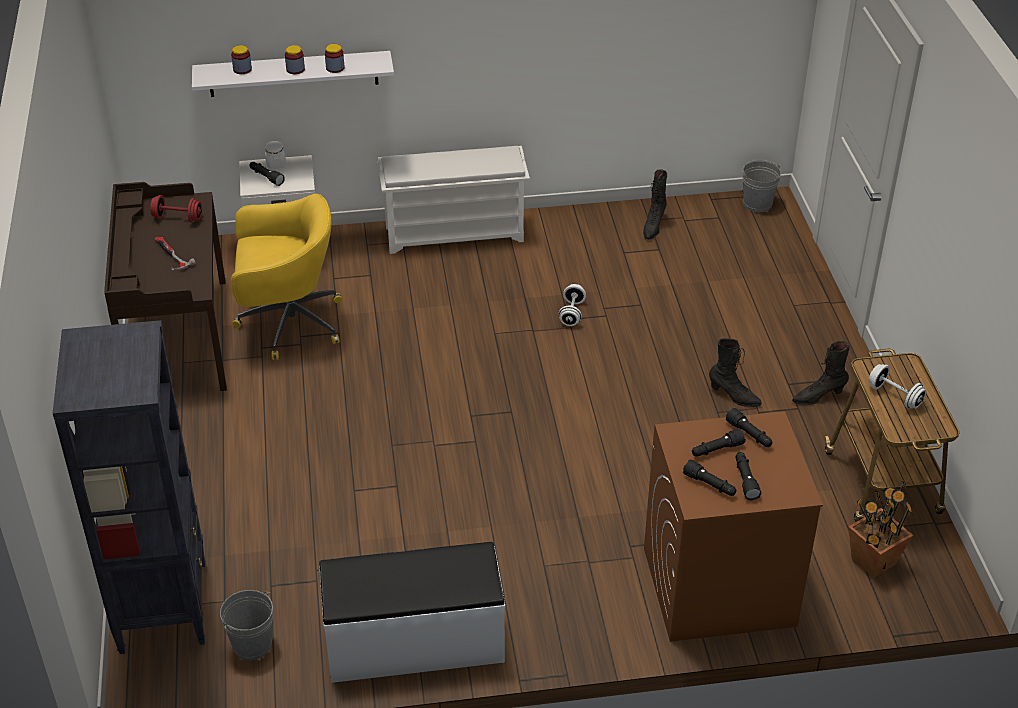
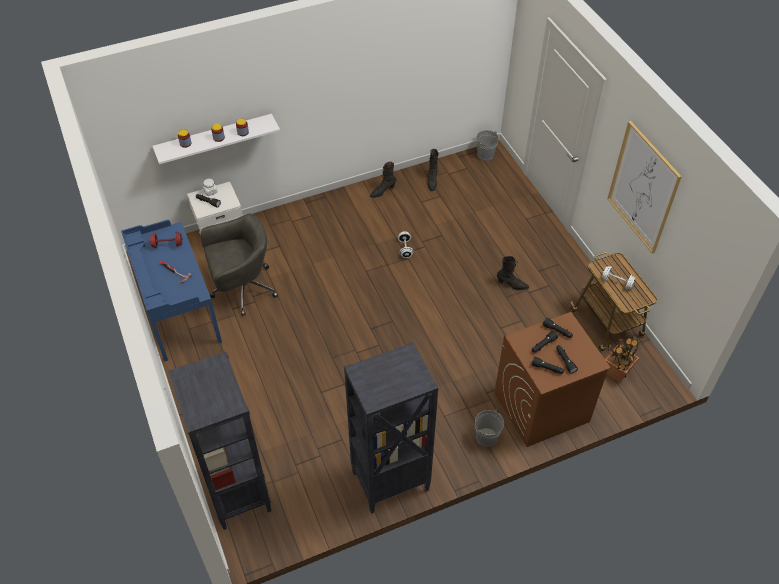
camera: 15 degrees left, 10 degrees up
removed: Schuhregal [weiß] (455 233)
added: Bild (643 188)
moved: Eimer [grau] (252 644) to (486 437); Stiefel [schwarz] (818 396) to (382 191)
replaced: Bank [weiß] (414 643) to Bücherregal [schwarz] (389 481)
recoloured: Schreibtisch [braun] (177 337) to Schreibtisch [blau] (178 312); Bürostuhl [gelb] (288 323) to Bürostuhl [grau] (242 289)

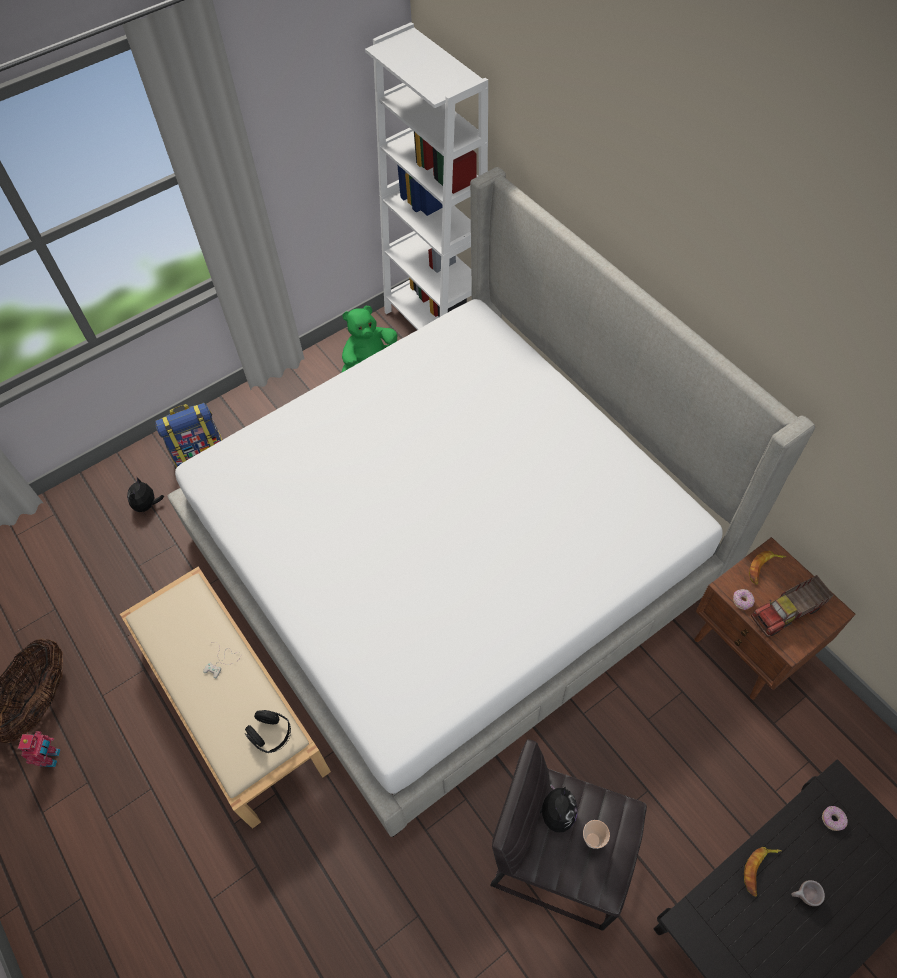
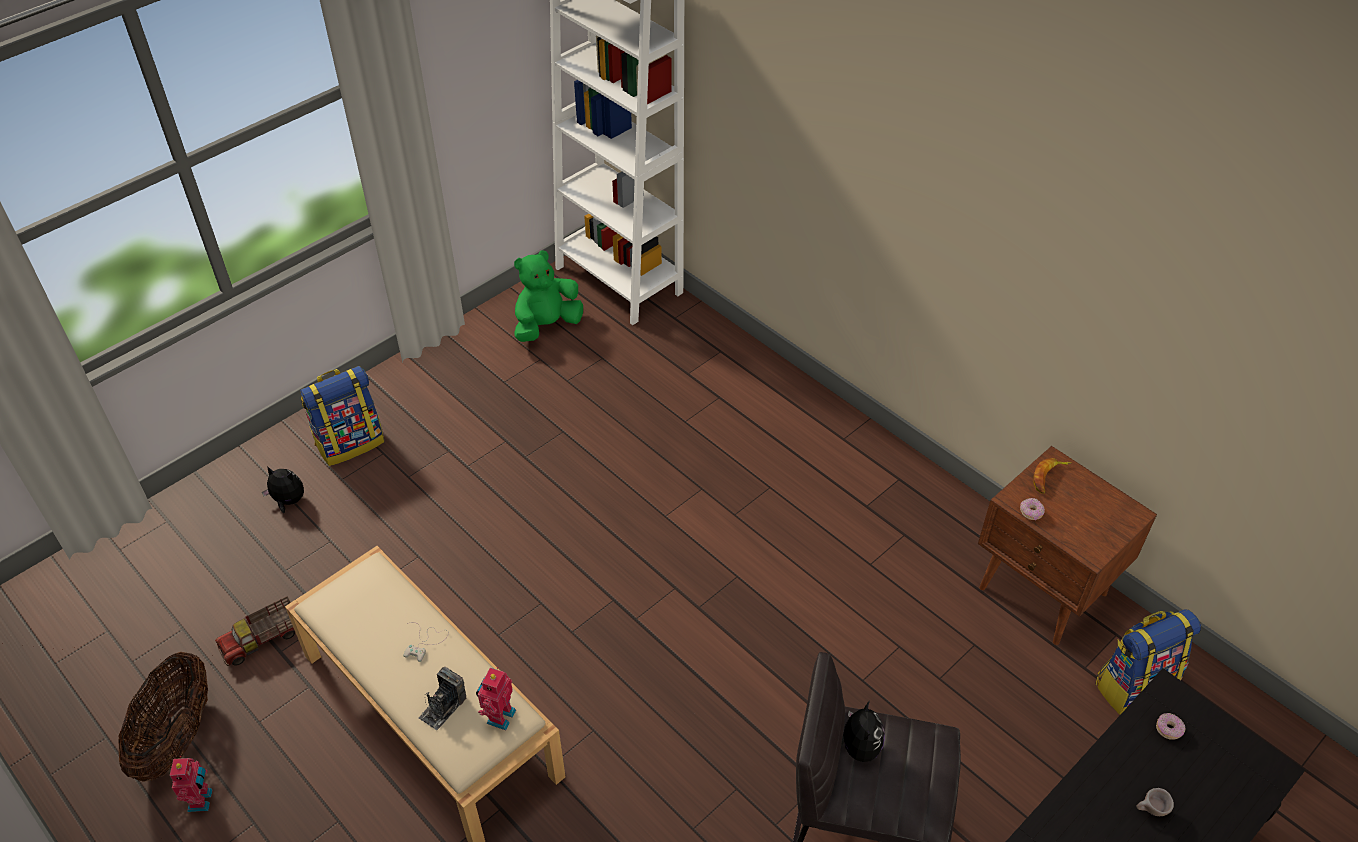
camera: 10 degrees left, 10 degrees down
removed: Bett (452 557); Tasse (592 840); Banane (759 870)
added: Kamera (443 707); Rucksack (1134 684)
moved: Spielzeuglaster (787 613) to (262 640)
replaced: Kopfhörer [schwarz] (271 734) to Spielzeugroboter (499 716)
turned: Plüschtier (147 505) = (288 501) 105 degrees clockwise

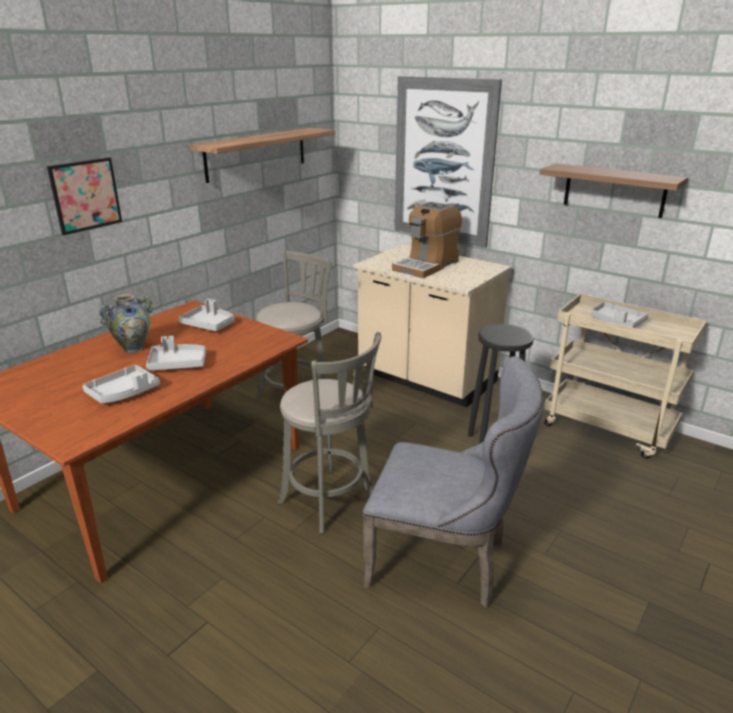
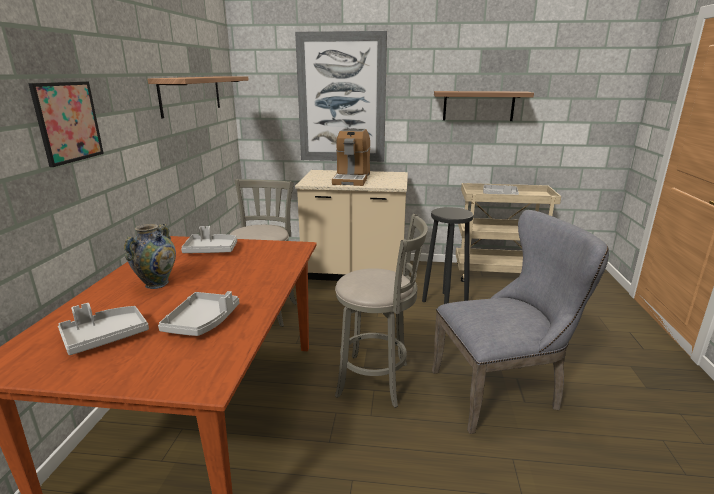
camera: 30 degrees left, 5 degrees down
moved: Tablett [grau] (177 364) to (105 337)

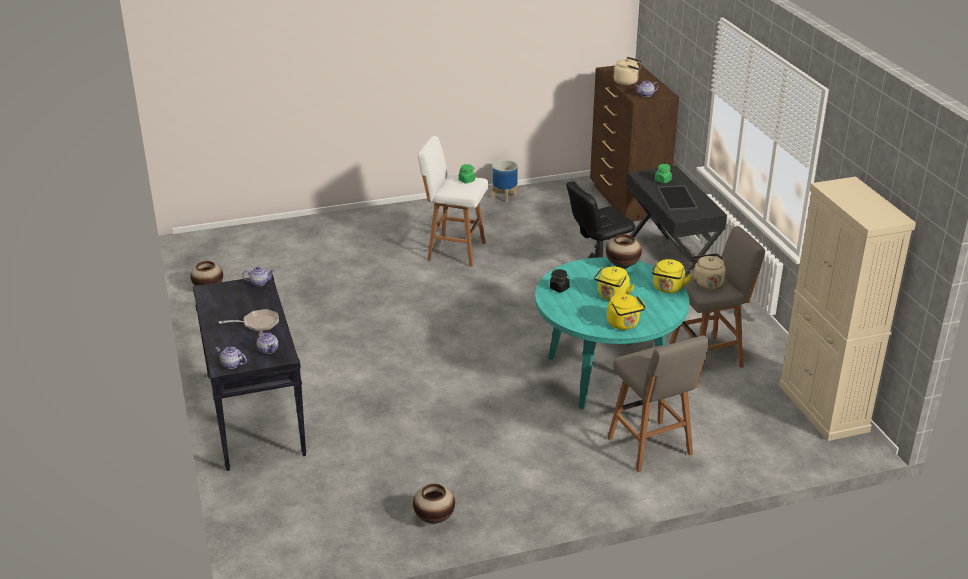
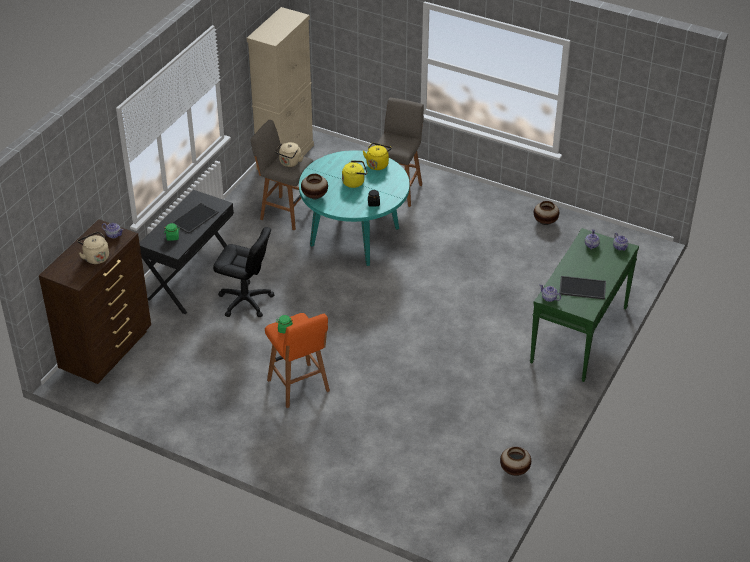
camera: 135 degrees left, 10 degrees up
removed: Pfanne (257 324); Pflanzkübel (504 196); Wasserkessel [gelb] (668 289)
added: Tablett (582 288)
recoloured: Konsolentisch [schwarz] (254 414) to Konsolentisch [grün] (579 335); Hocker [weiß] (454 251) to Hocker [orange] (299 387)

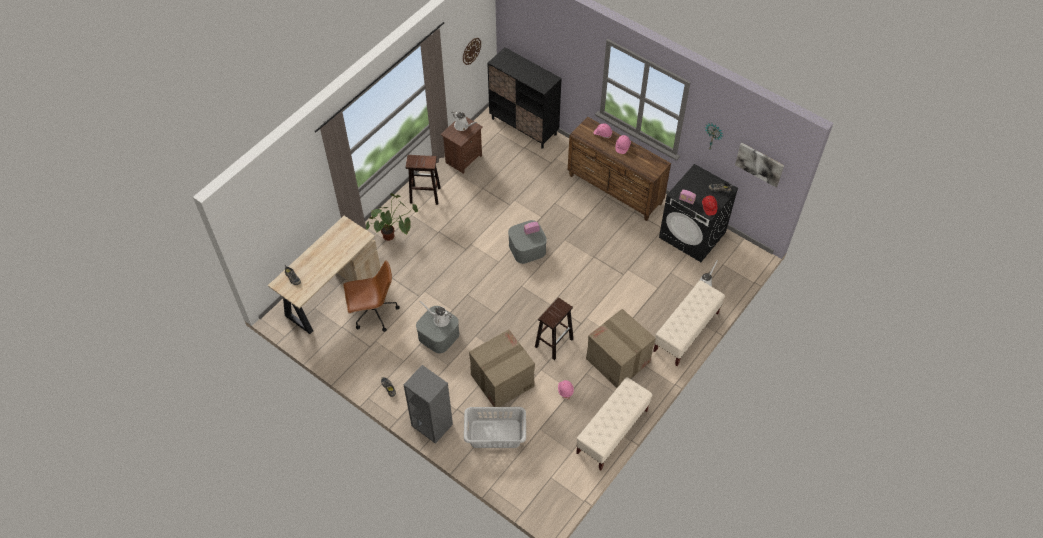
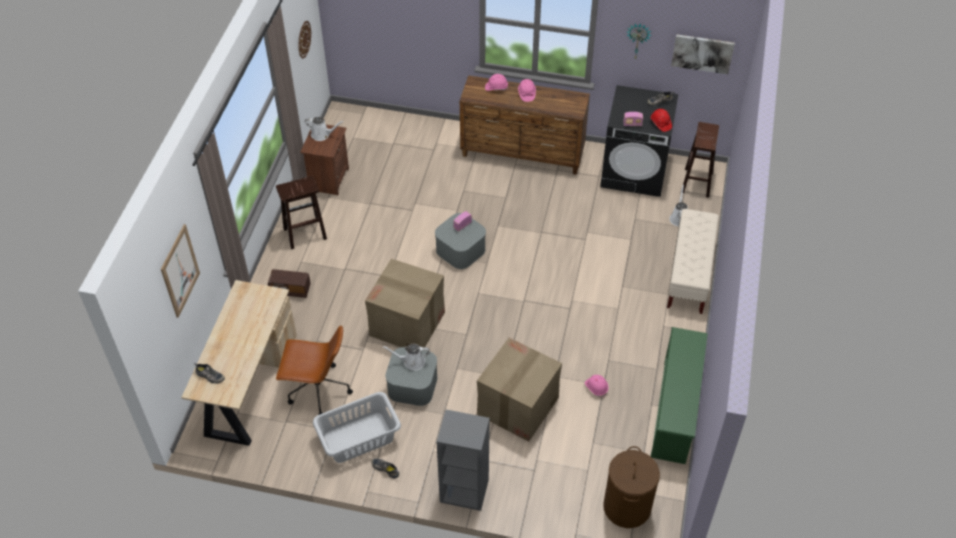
camera: 25 degrees left, 5 degrees down
removed: Schrank [schwarz] (524 126)
added: Bild (180 271); Wäschekorb [braun] (626 506)
moved: Wäschekorb [grau] (495 434) to (359 438); Hocker [braun] (554 342) to (696 182); Karton (618 360) to (408 324)
replaced: Topfpflanze (393 233) to Radio (290 290); Bank [beige] (612 432) to Schuhregal [grün] (675 412)
turned: Bürostuhl [braun] (373 313) = (317 390) 45 degrees clockwise

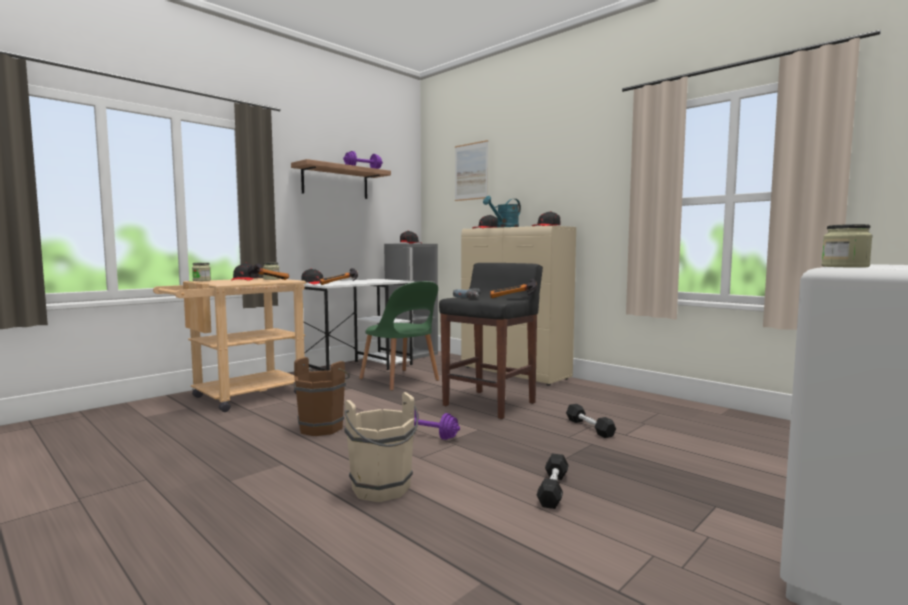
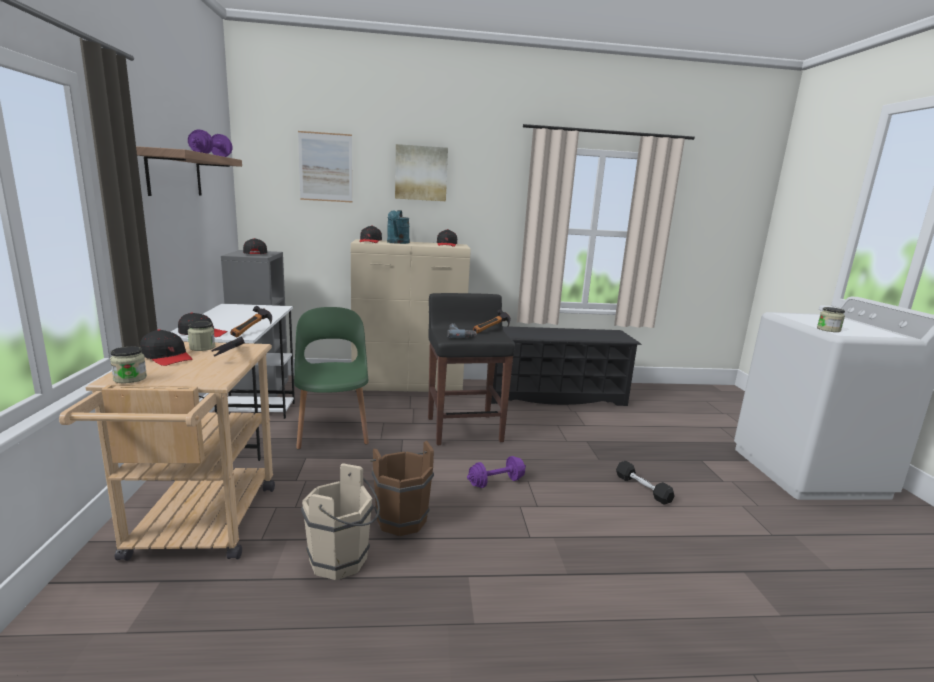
camera: 50 degrees left, 10 degrees up
removed: Hantel [schwarz] (589 428)
added: Bild (421 173); Schuhregal [schwarz] (554 396)
moved: Eimer [beige] (382 490) to (343 561)
turned: Stuhl [grün] (400 380) = (333 428) 105 degrees counterclockwise

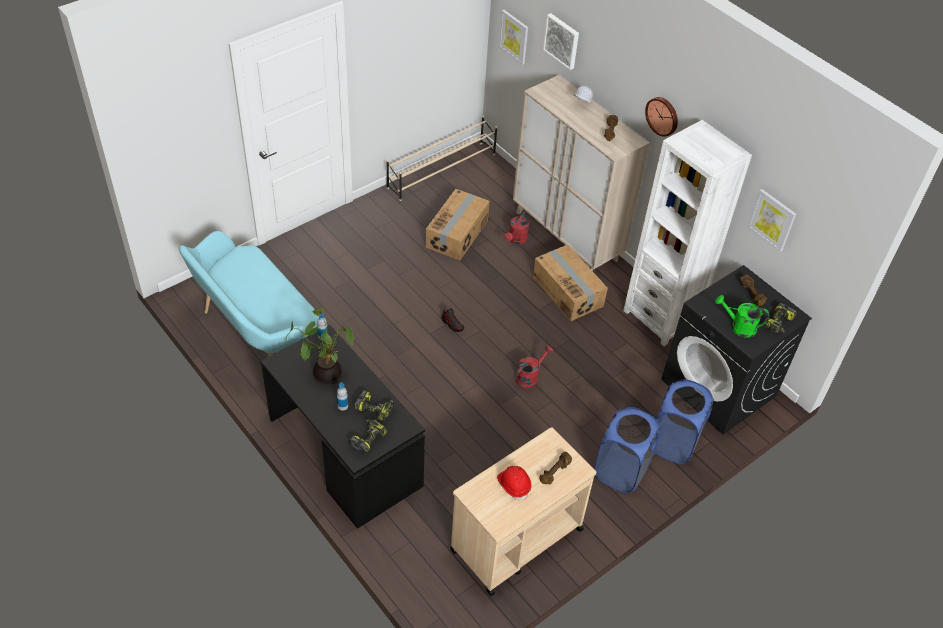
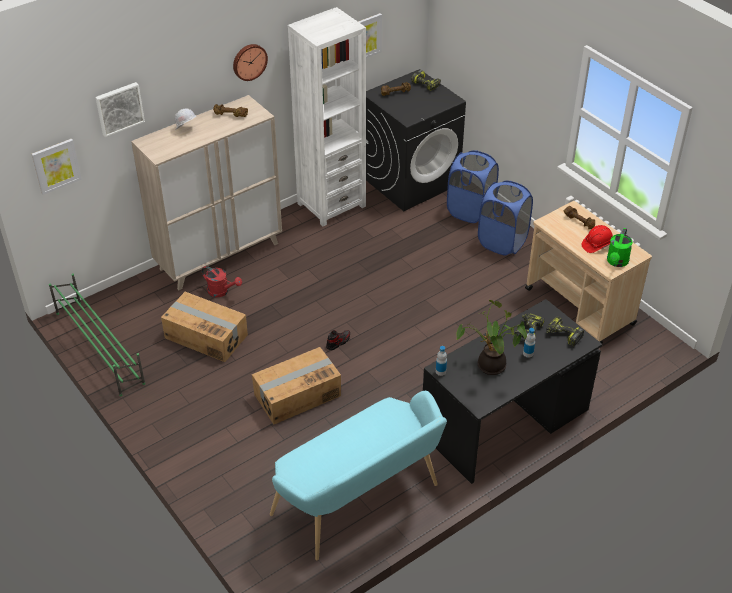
camera: 85 degrees left, 5 degrees down
removed: Gießkanne [rot] (529 377)
moved: Karton (568 291) to (297 395); Gießkanne [grün] (738 327) to (616 262)
recoloured: Schuhregal [beige] (442 171) to Schuhregal [grün] (99 347)

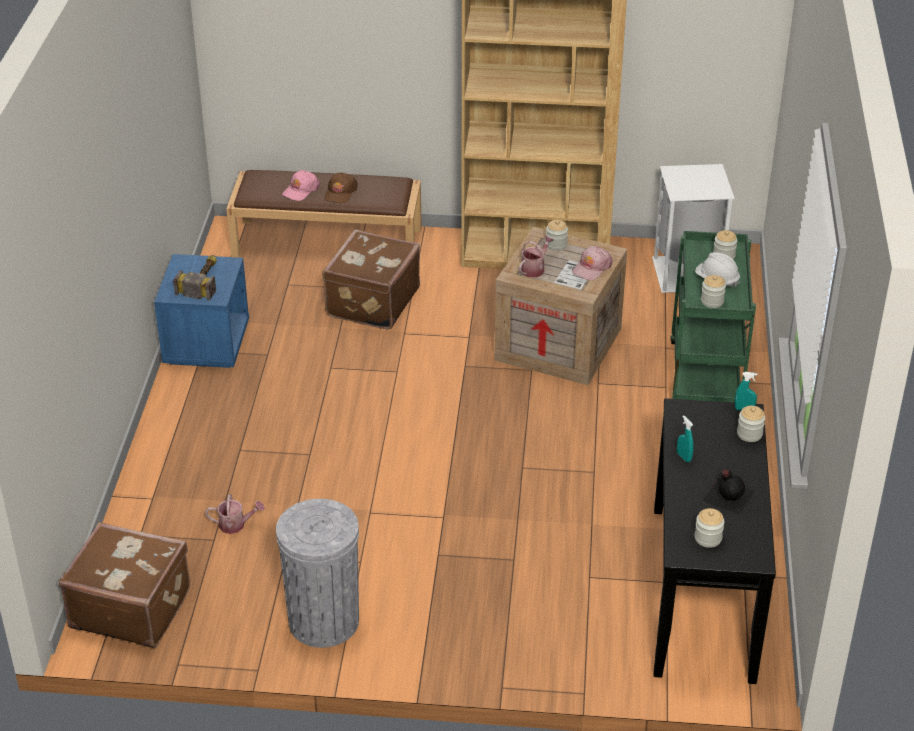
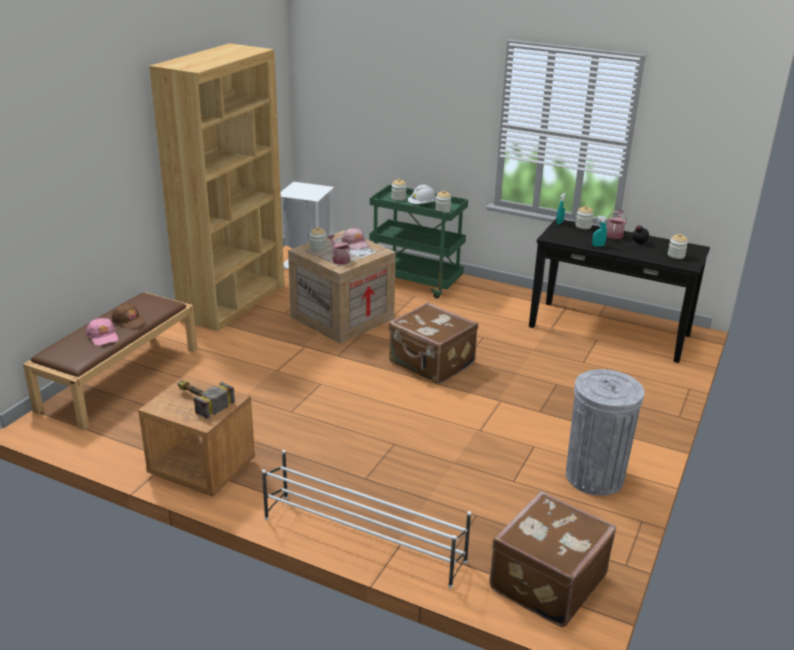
camera: 70 degrees left, 10 degrees down
added: Schuhregal [weiß] (362 539)
moved: Gießkanne (236 525) to (614 234); Koffer [braun] (371 302) to (431 364)
recoloured: Nachttisch [blau] (206 344) to Nachttisch [braun] (201 468)

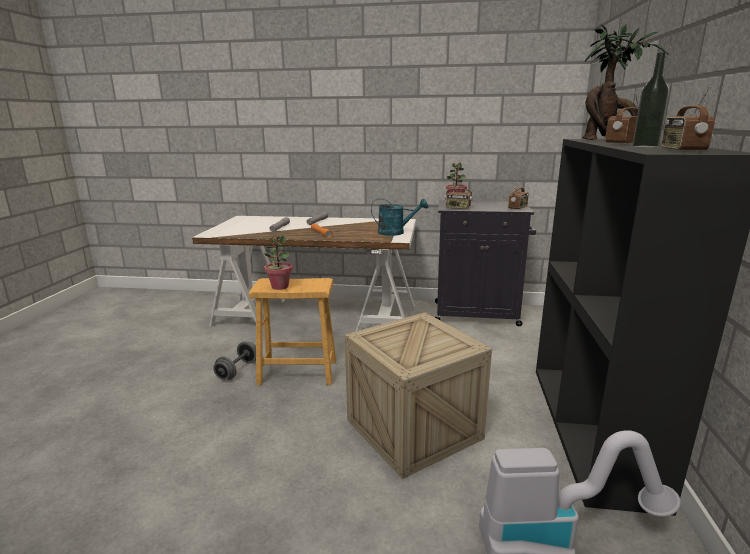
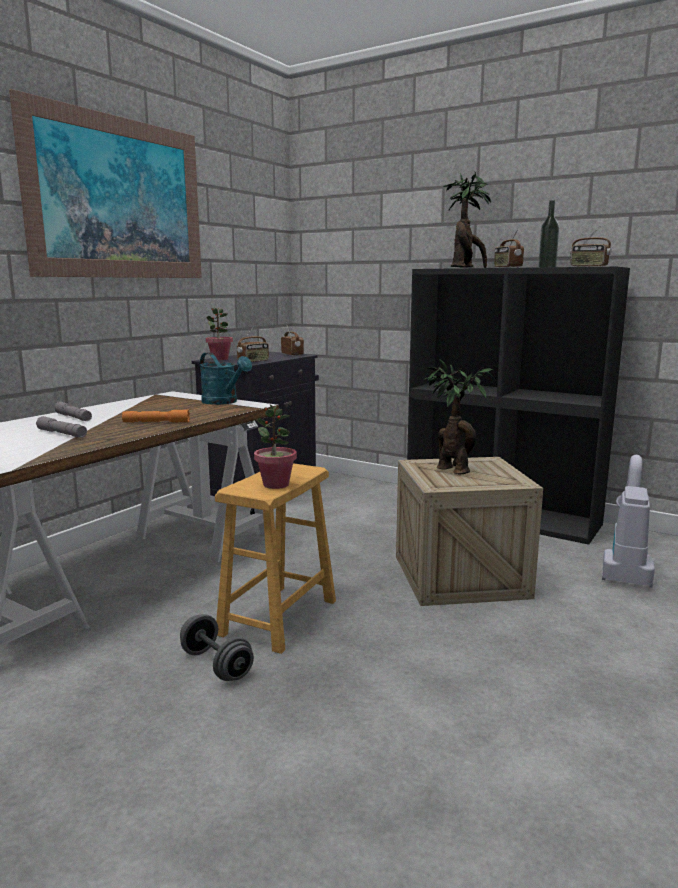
camera: 65 degrees left, 5 degrees down
added: Bild (119 199); Topfpflanze (451 469)
turned: Gießkanne [türkis] (396 232) = (223 402) 105 degrees clockwise

